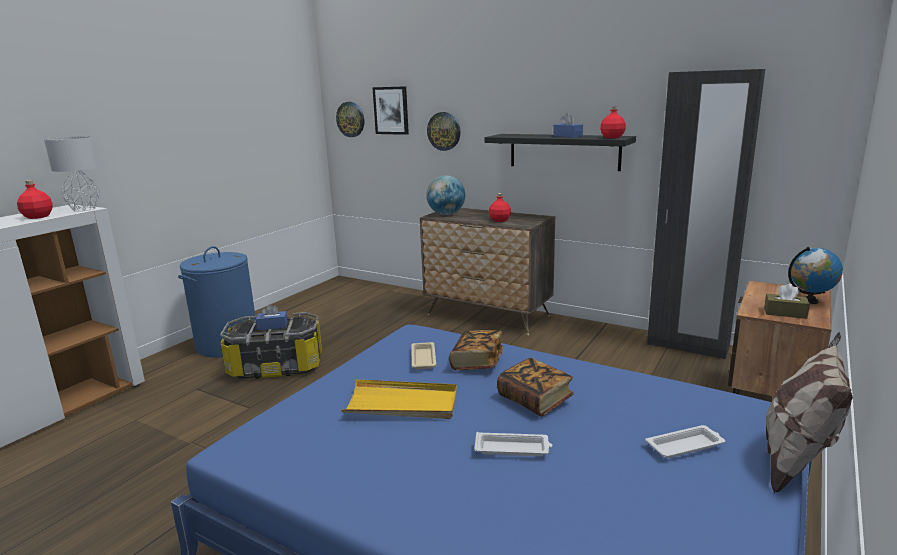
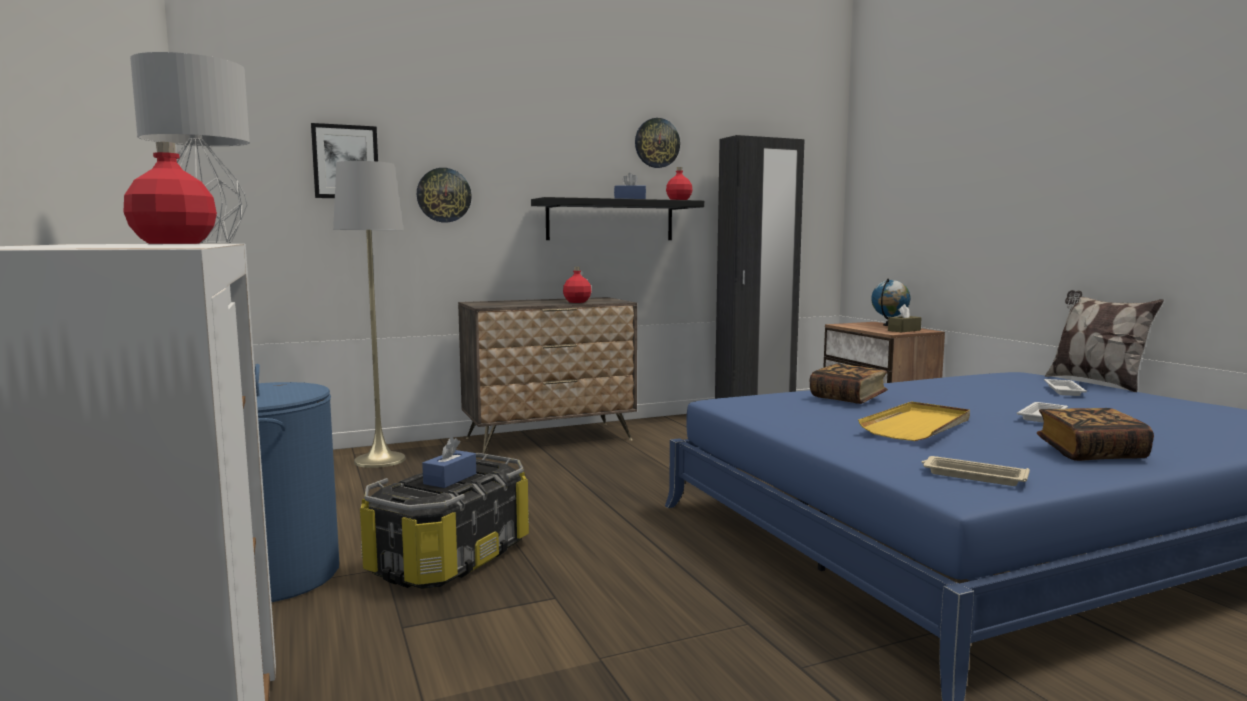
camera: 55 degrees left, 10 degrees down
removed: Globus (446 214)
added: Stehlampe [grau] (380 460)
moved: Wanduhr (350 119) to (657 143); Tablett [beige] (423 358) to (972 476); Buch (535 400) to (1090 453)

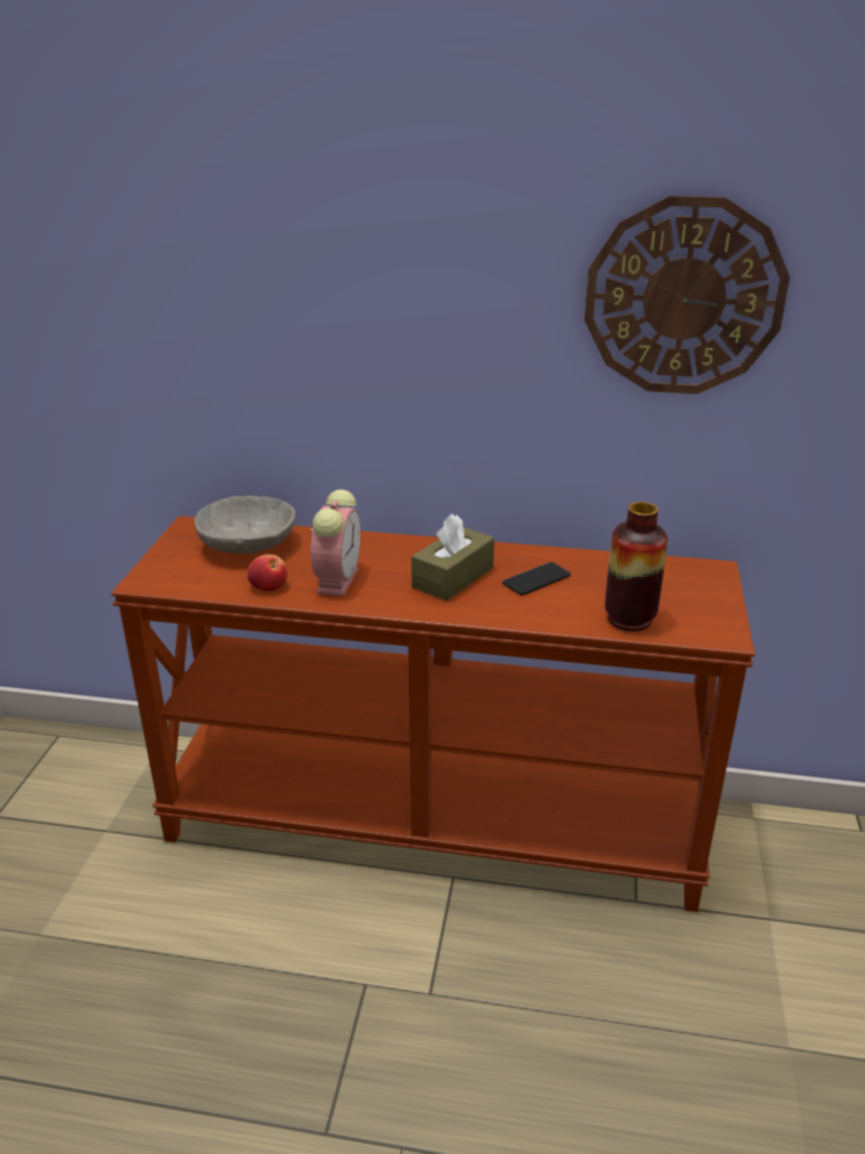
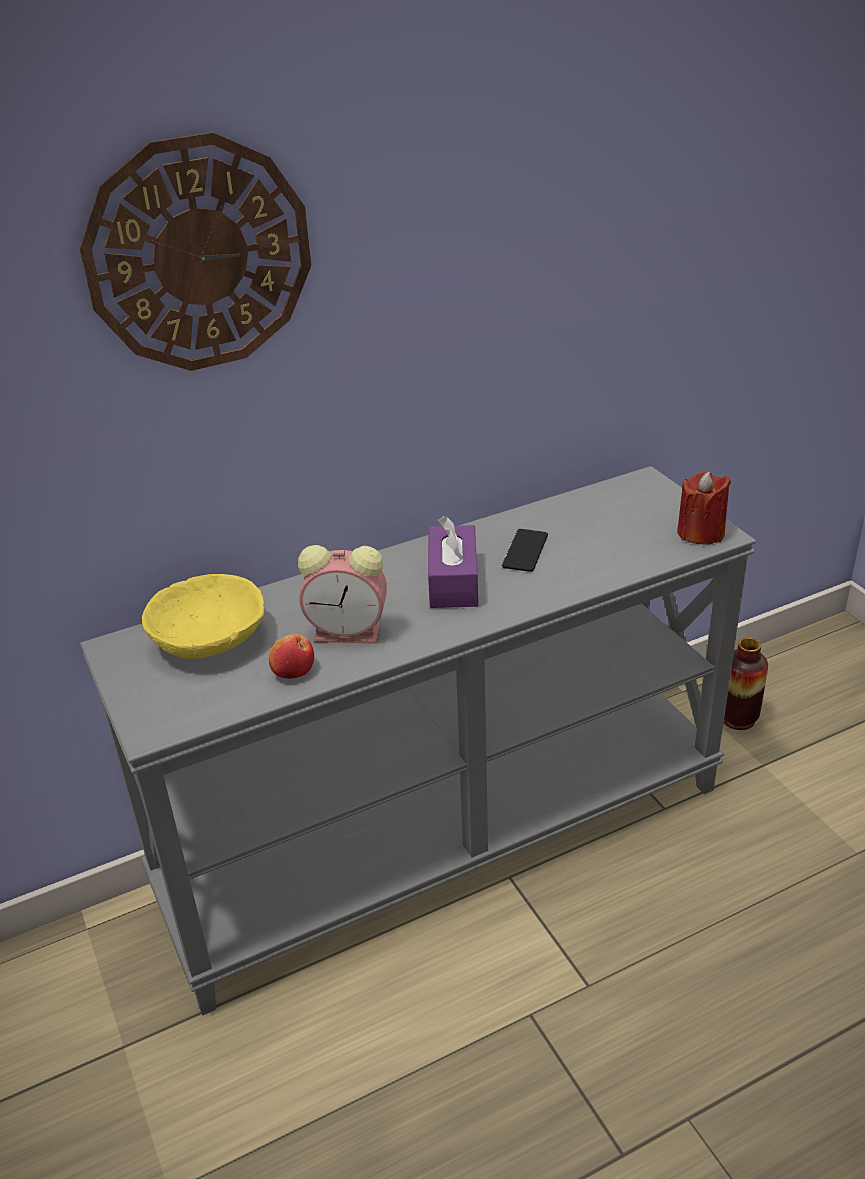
camera: 35 degrees left, 5 degrees up
added: Kerze [rot] (700 533)
moved: Wanduhr (683 298) to (199 255); Vase (629 619) to (738 719)
recoloured: Konsolentisch [braun] (434 821) to Konsolentisch [grau] (444 838); Schüssel [grau] (247 545) to Schüssel [gelb] (209 639); Taschentuchbox [braun] (453 577) to Taschentuchbox [lila] (453 581)
turned: Wecker (337 579) = (350 632) 120 degrees clockwise

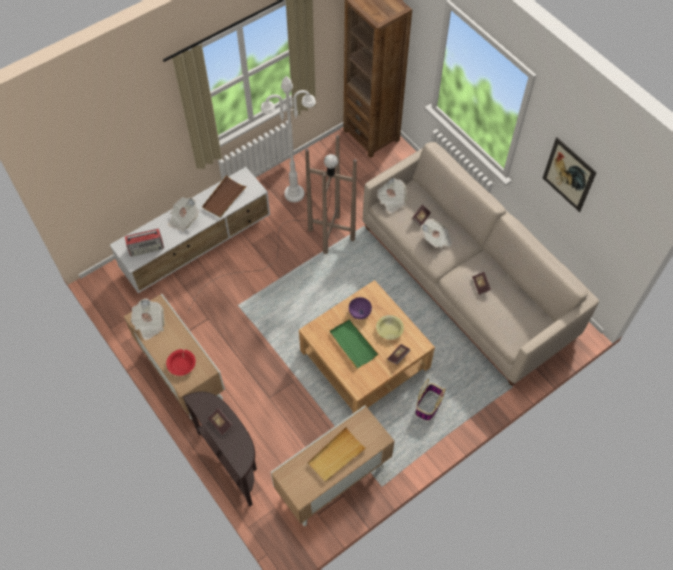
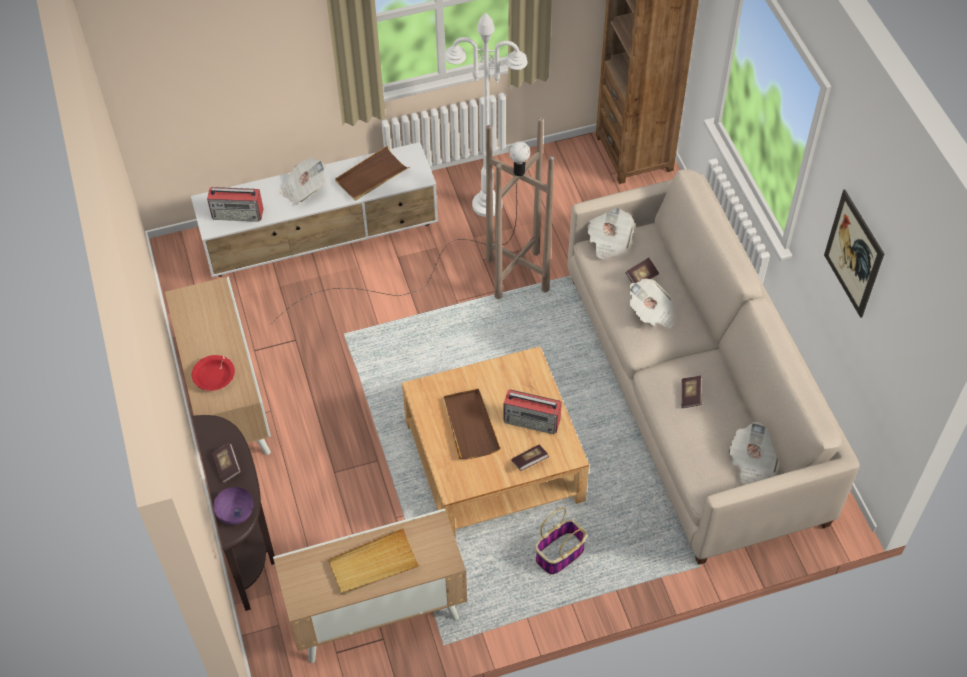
camera: 20 degrees right, 5 degrees down
moved: Zeitung (149 324) to (752 462); Schüssel [lila] (359 312) to (235 512)
replaced: Schüssel [gelb] (389 329) to Radio (532 420)
recoloured: Tablett [grün] (352 344) to Tablett [braun] (470 425)

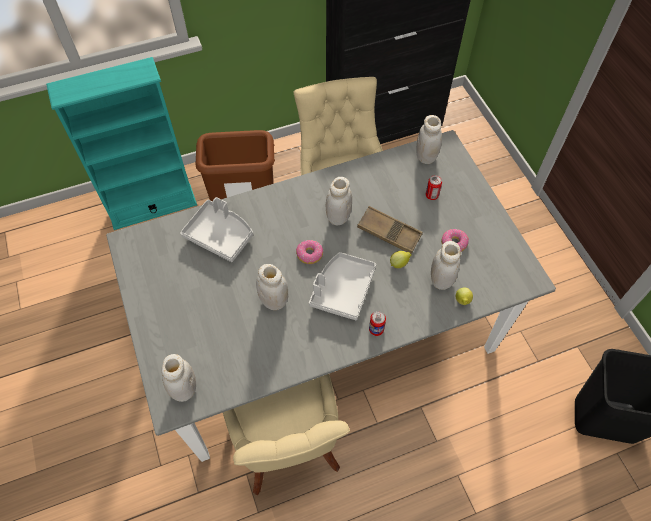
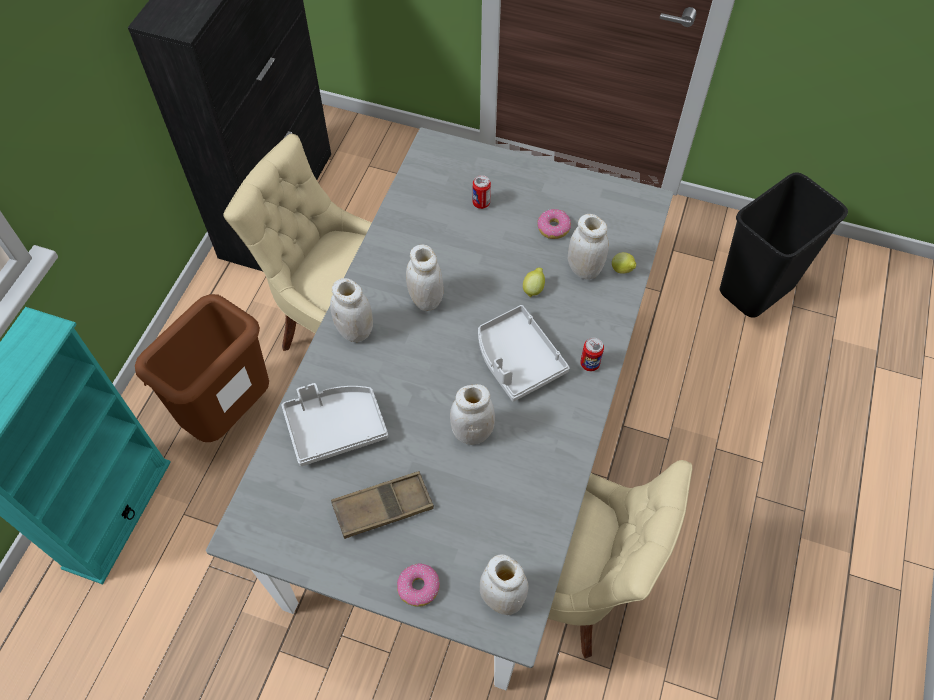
camera: 50 degrees left, 0 degrees up
moved: Donut (309 254) to (418 587); Tablett [braun] (389 232) to (383 507); Vorratsglas [weiß] (426 157) to (355 331)

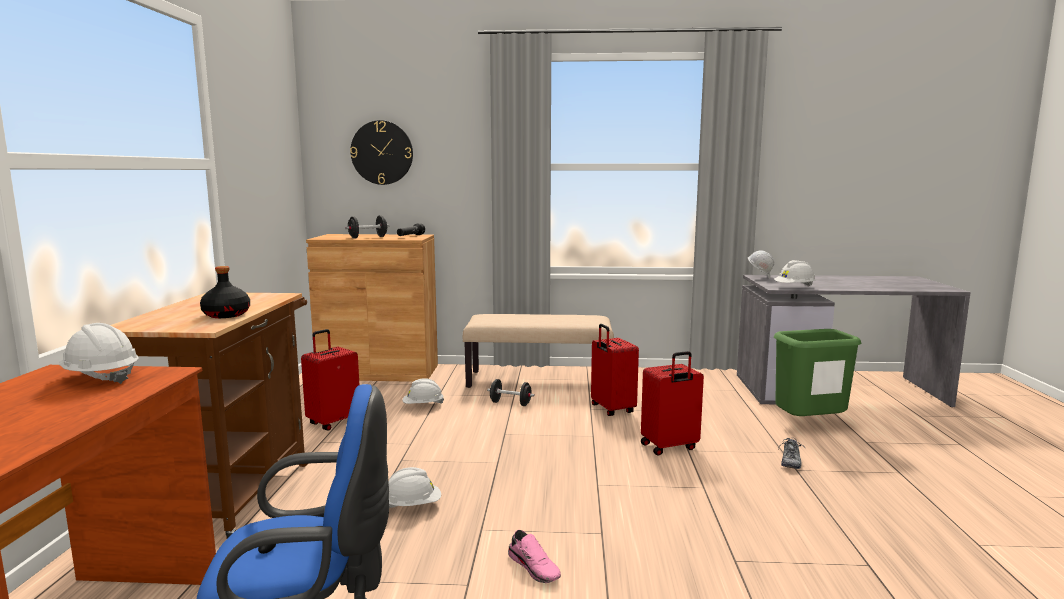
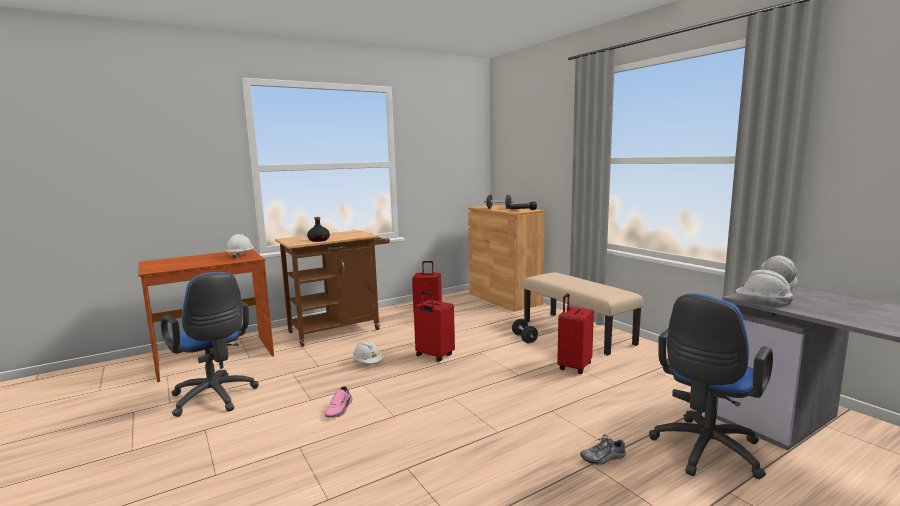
camera: 55 degrees right, 0 degrees up
removed: Wanduhr (382 152); Schutzhelm [weiß] (423 406)
moved: Koffer [rot] (669 447) to (434 356)
replaced: Mülleimer [grün] (809 427) to Bürostuhl [blau] (704 452)

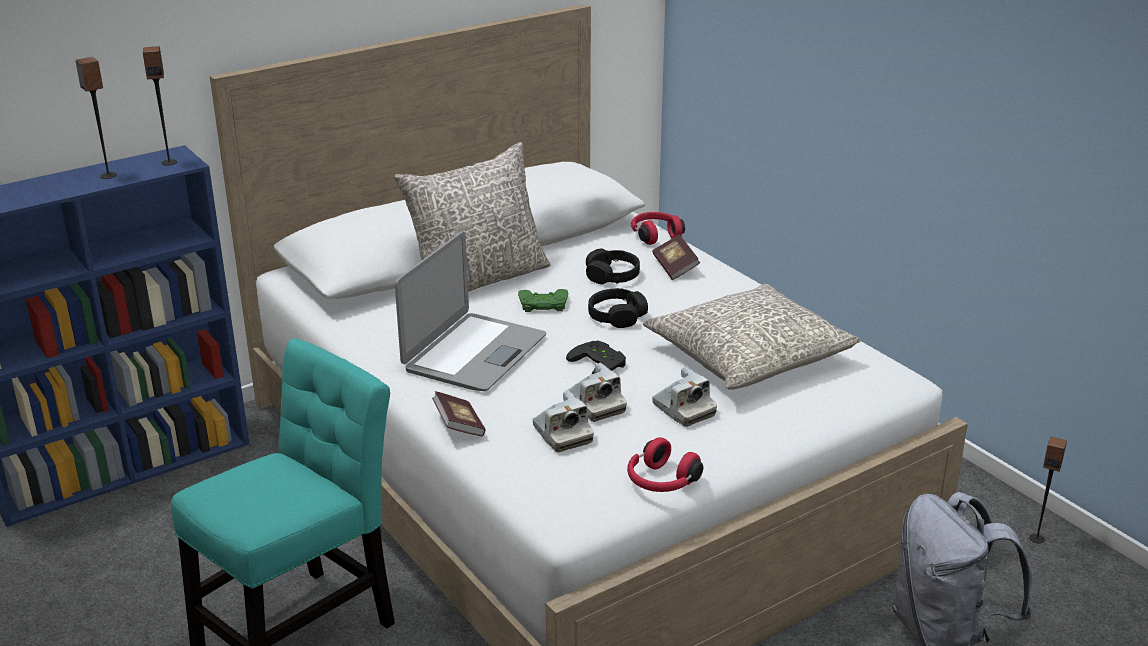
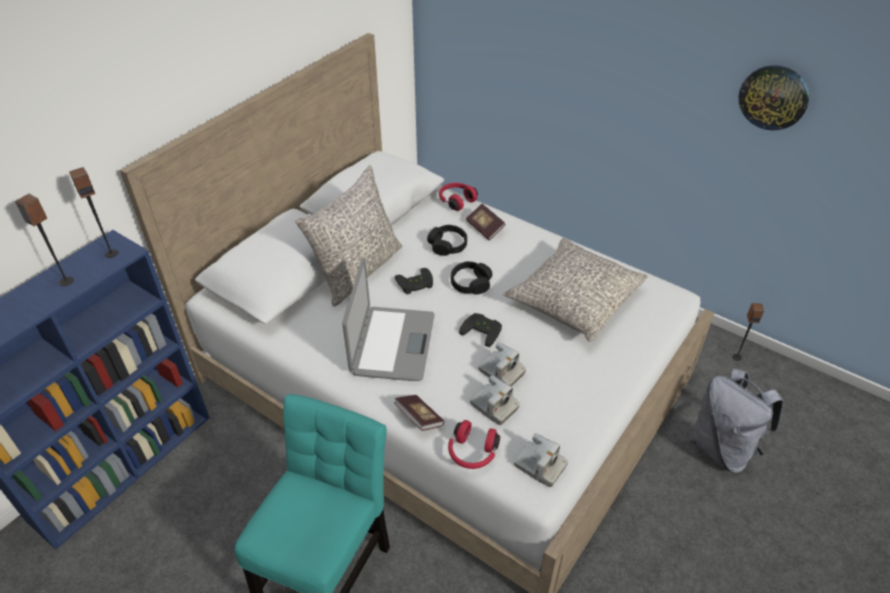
camera: 20 degrees left, 15 degrees up
added: Wanduhr (773 97)
moved: Kopfhörer [rot] (661 482) to (472 453); Kamera (683 410) to (539 466)
recoloured: Gamepad [grün] (543 305) to Gamepad [schwarz] (415 284)

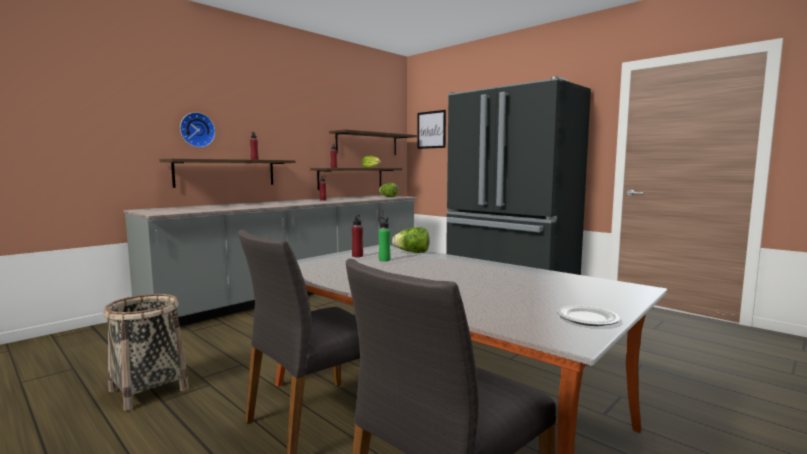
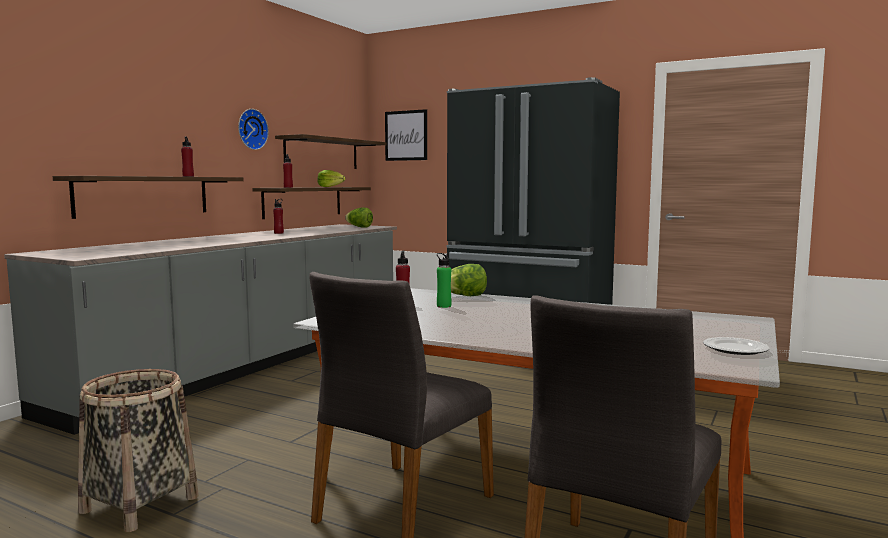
camera: 15 degrees left, 0 degrees up
moved: Wanduhr (196 130) to (251 129)

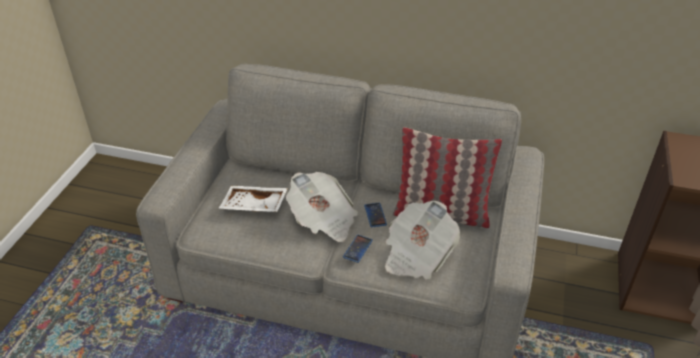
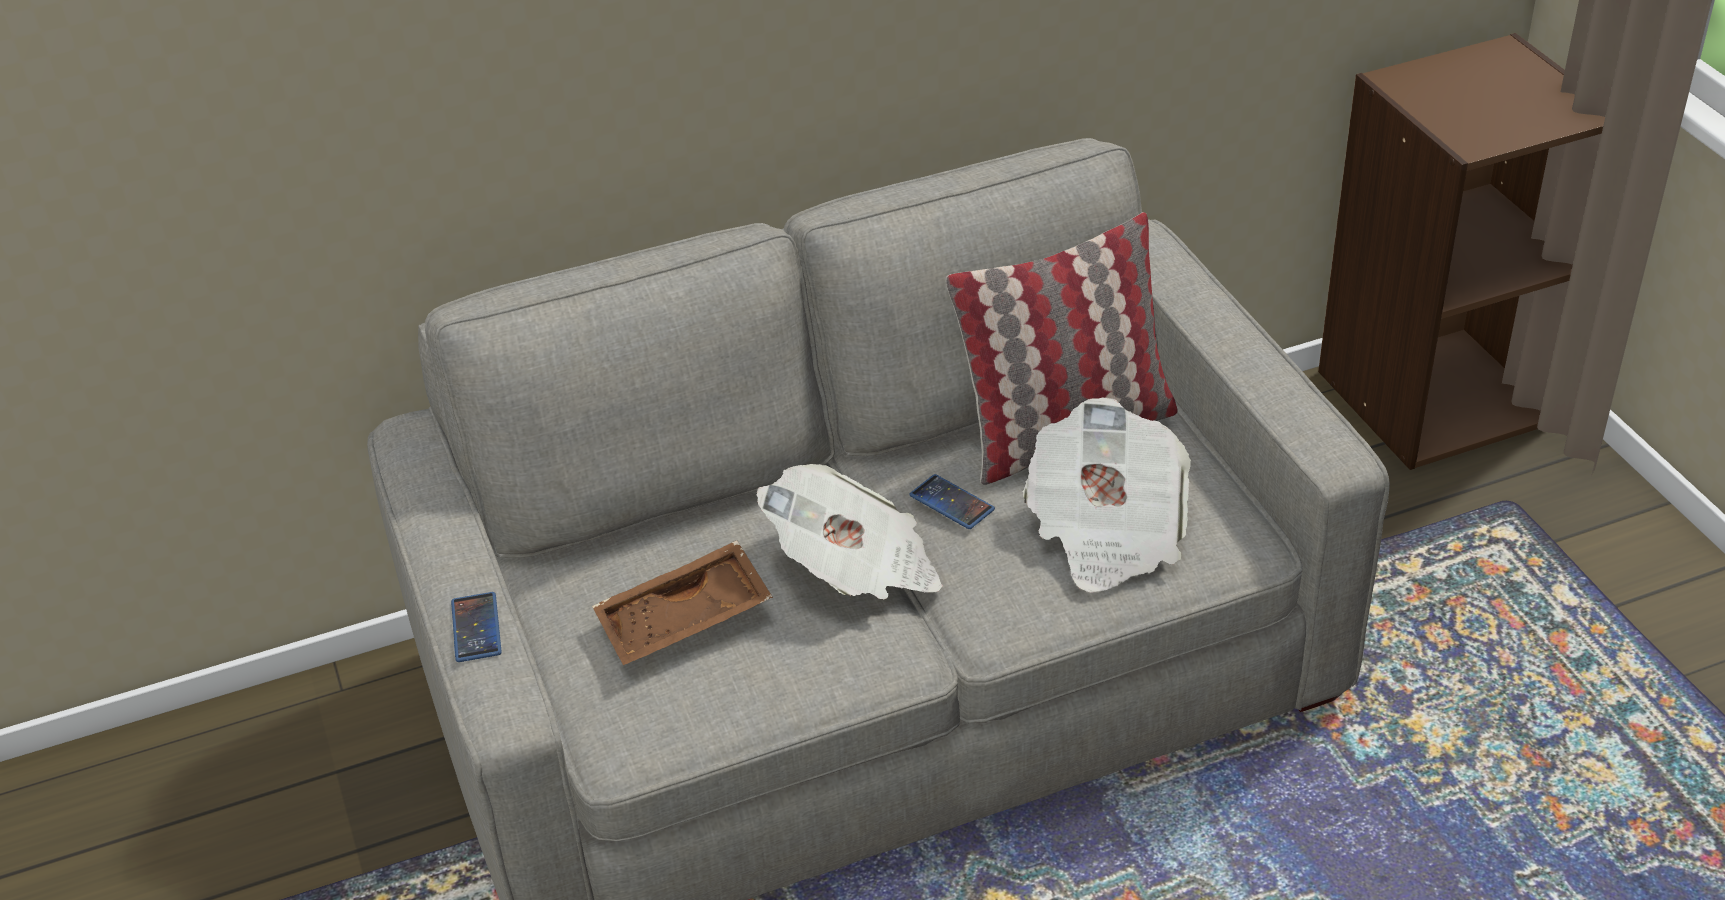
camera: 35 degrees left, 0 degrees up
moved: Handy (357 249) to (476 628)
recoloured: Tablett [weiß] (254 206) to Tablett [braun] (685 621)

